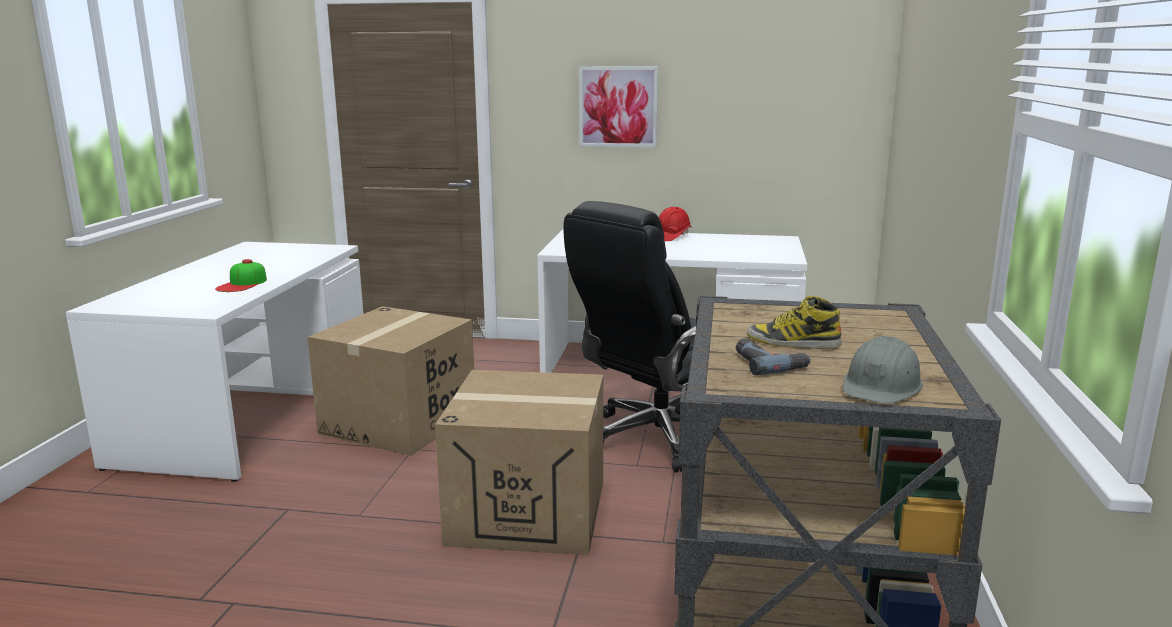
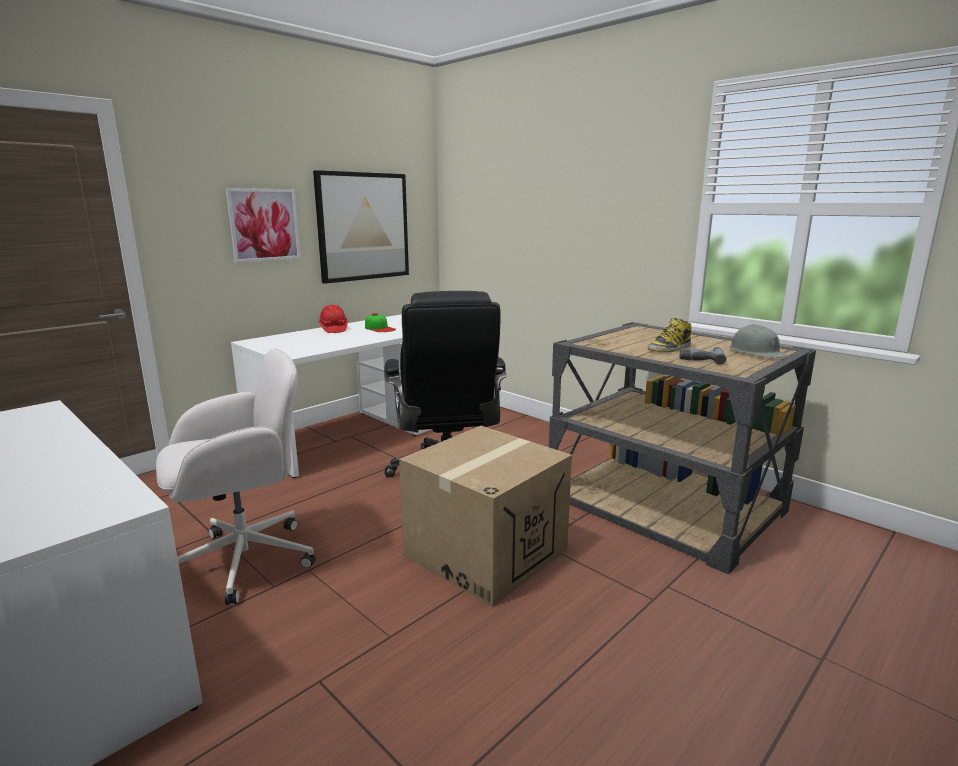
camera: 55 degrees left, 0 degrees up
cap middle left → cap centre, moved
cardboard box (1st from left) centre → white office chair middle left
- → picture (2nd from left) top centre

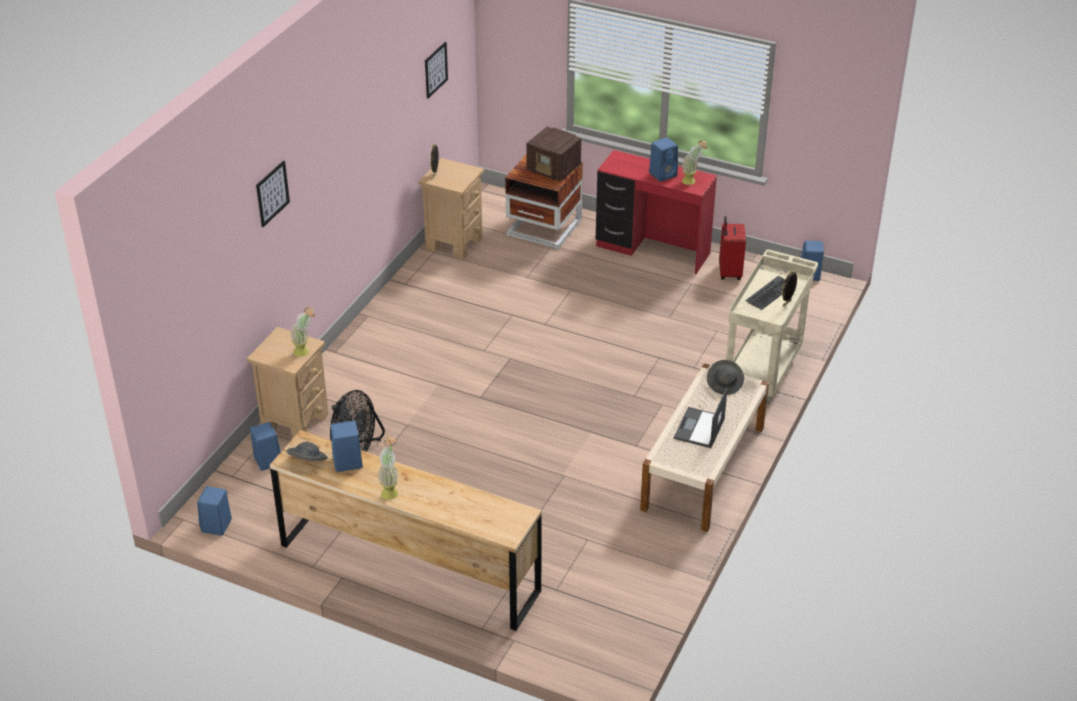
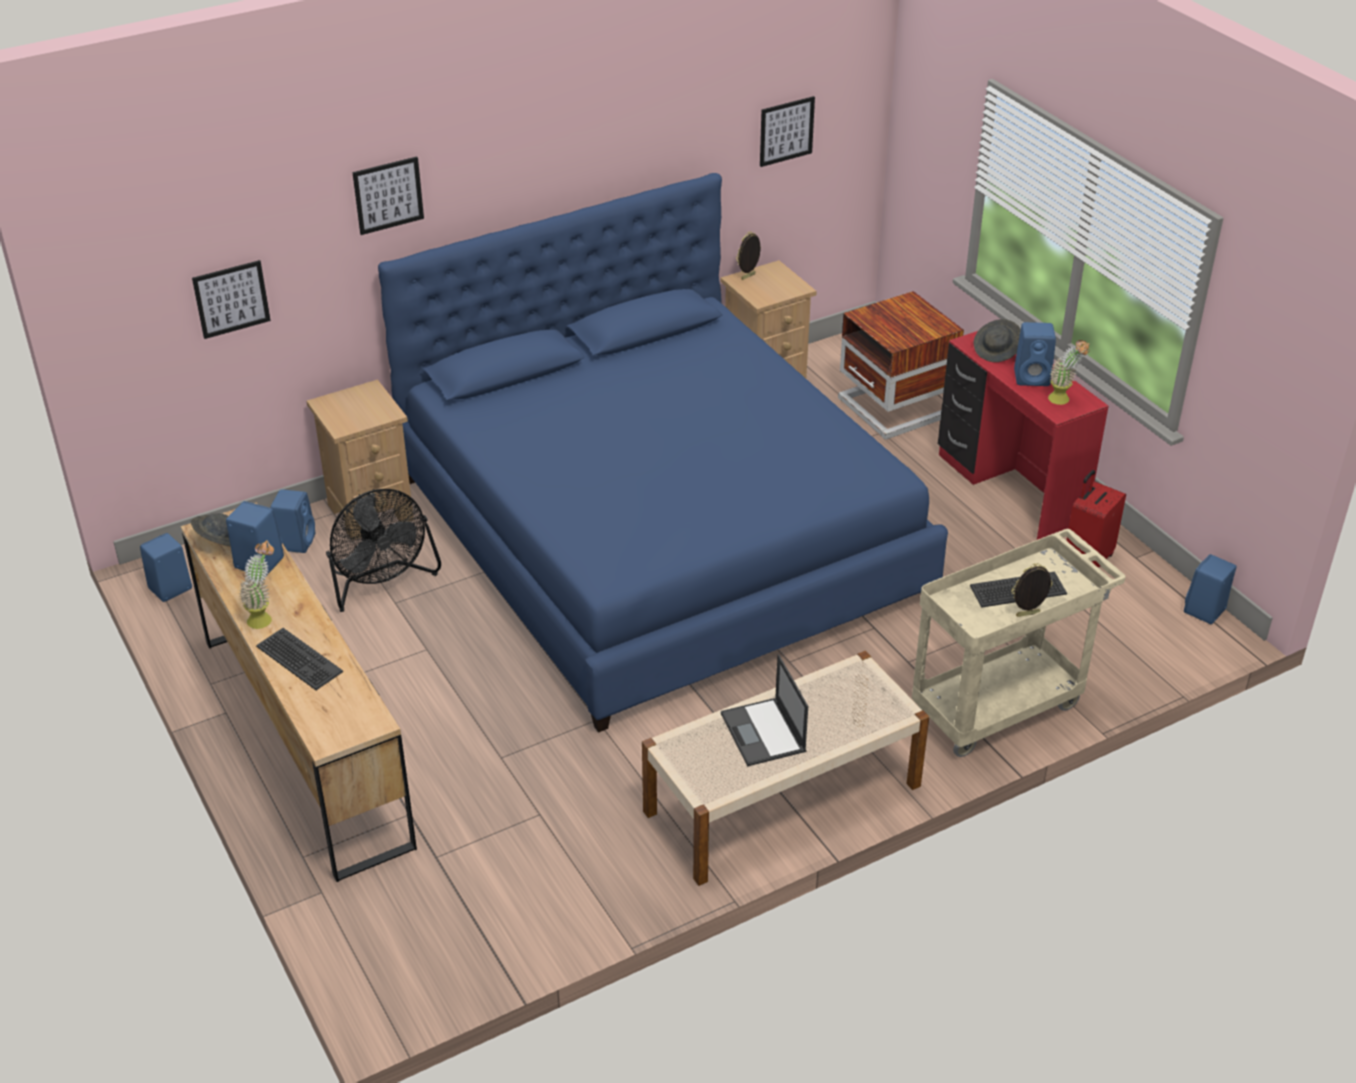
camera: 35 degrees right, 0 degrees up
potted plant (1st from left) middle left → -
radio top centre → -
laptop centre, 75 degrees counterclockwise
grey hat (2nd from left) middle right → grey hat (2nd from left) top right, moved
- → picture (1st from left) top left
- → keyboard (1st from left) middle left
- → blue bed centre

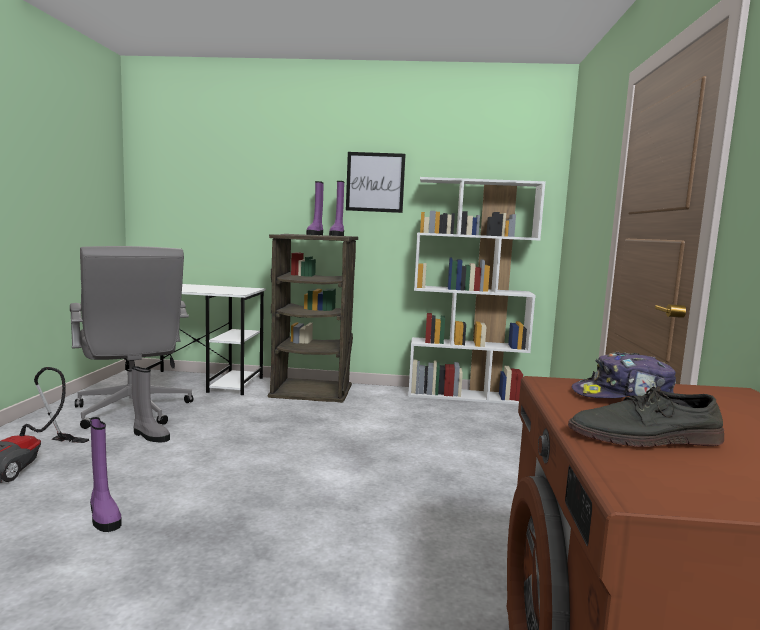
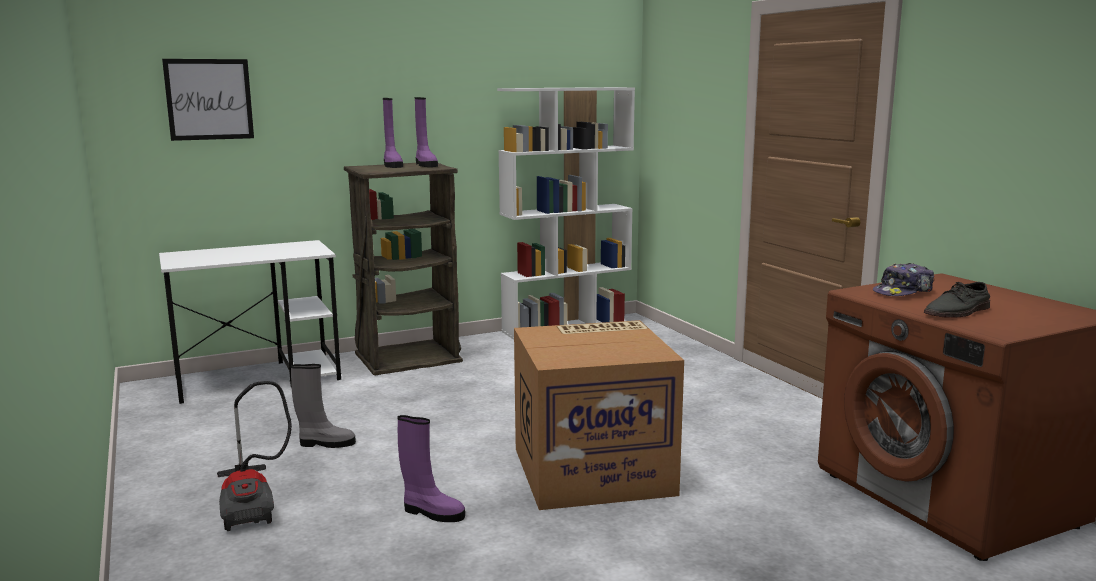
camera: 30 degrees left, 5 degrees up
grey office chair middle left → -
picture top centre → picture top left, moved
- → cardboard box bottom centre

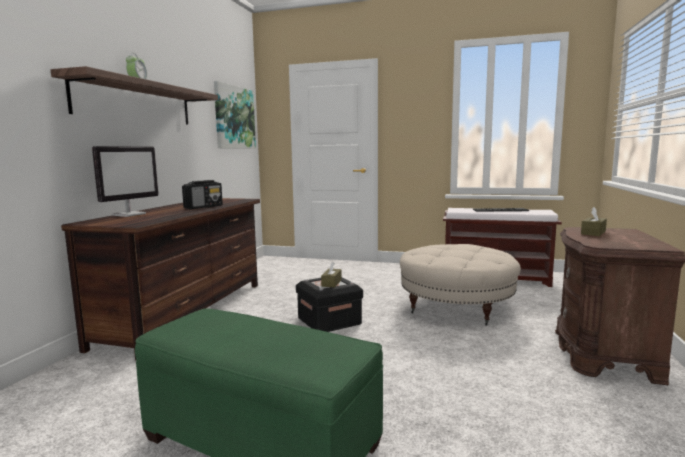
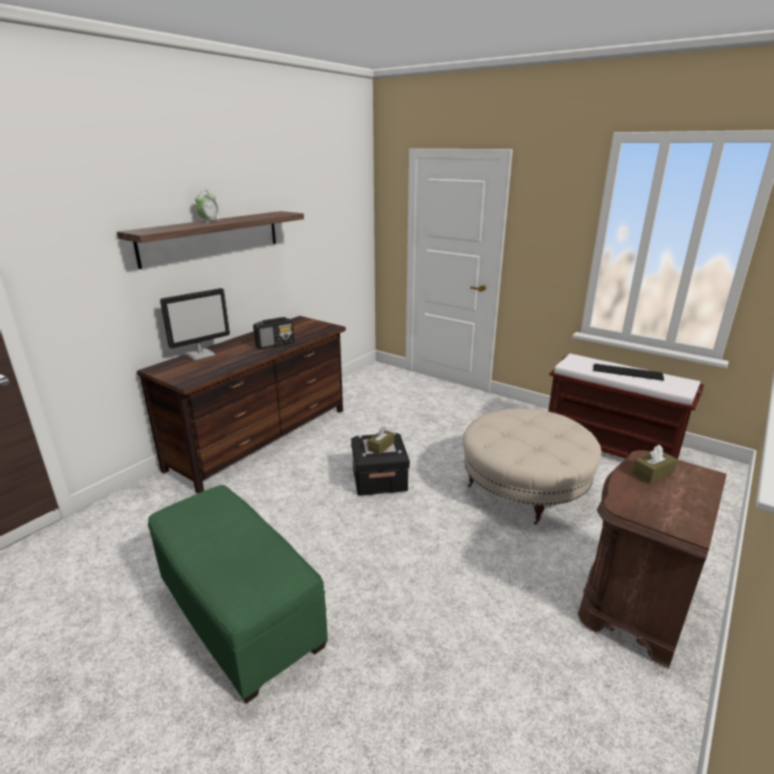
camera: 20 degrees right, 15 degrees up
picture top centre → -

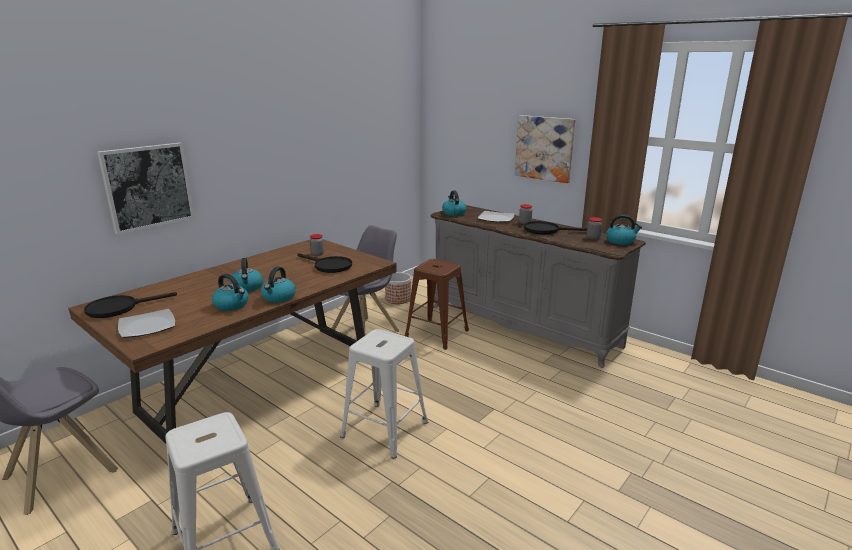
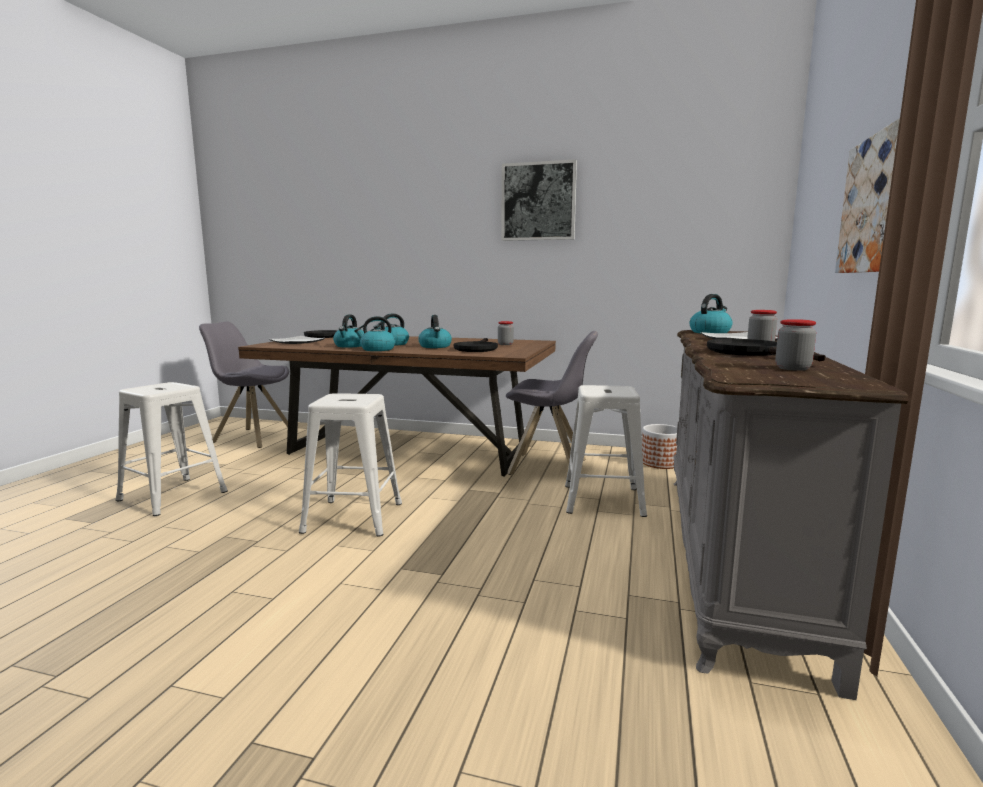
camera: 65 degrees right, 10 degrees down
picture (1st from left) middle left → picture (1st from left) top centre, moved
brown stool centre → white stool (3rd from left) centre
kettle (5th from left in the first image) middle right → kettle (4th from left) centre, moved

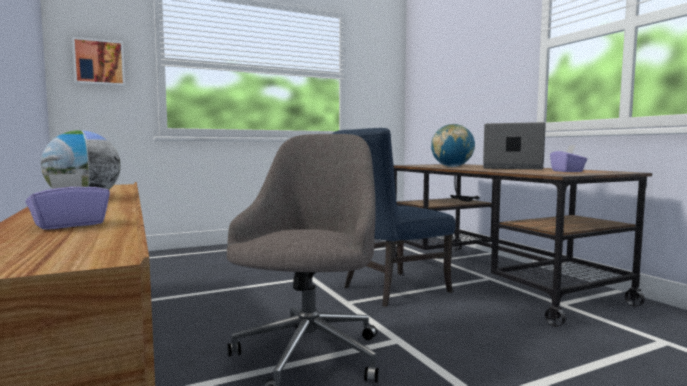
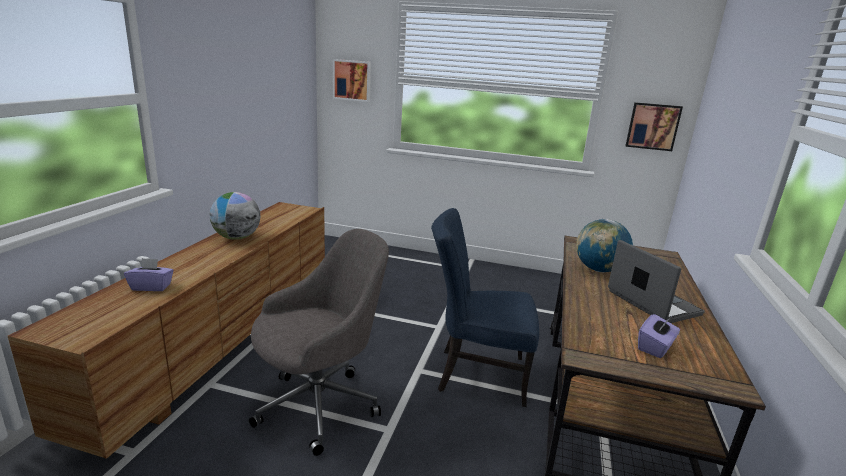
camera: 40 degrees right, 15 degrees up
- → picture (2nd from left) top right

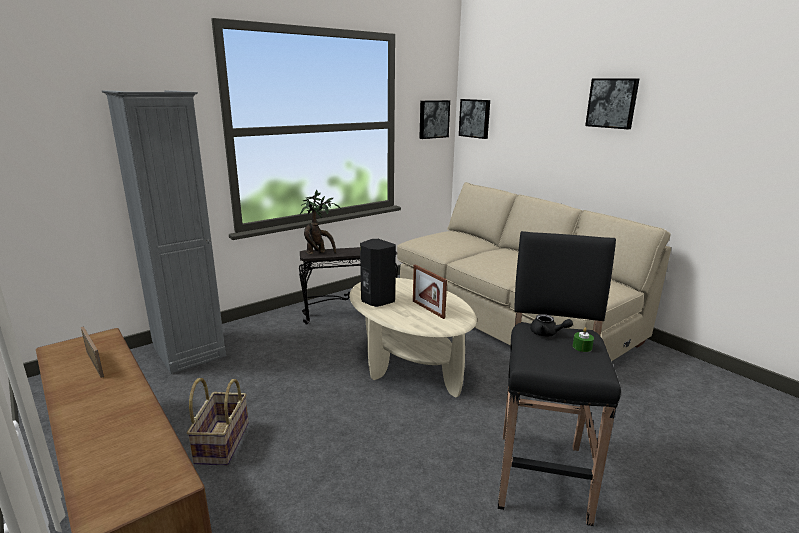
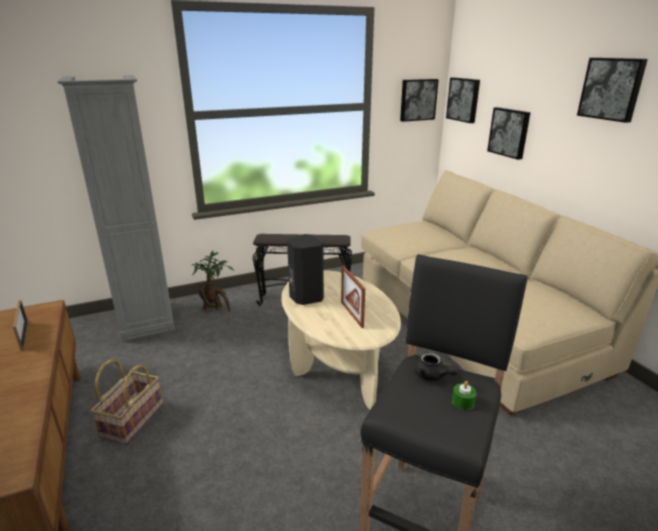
camera: 15 degrees right, 5 degrees up
potted plant centre → potted plant middle left, moved
- → picture (3rd from left) top right

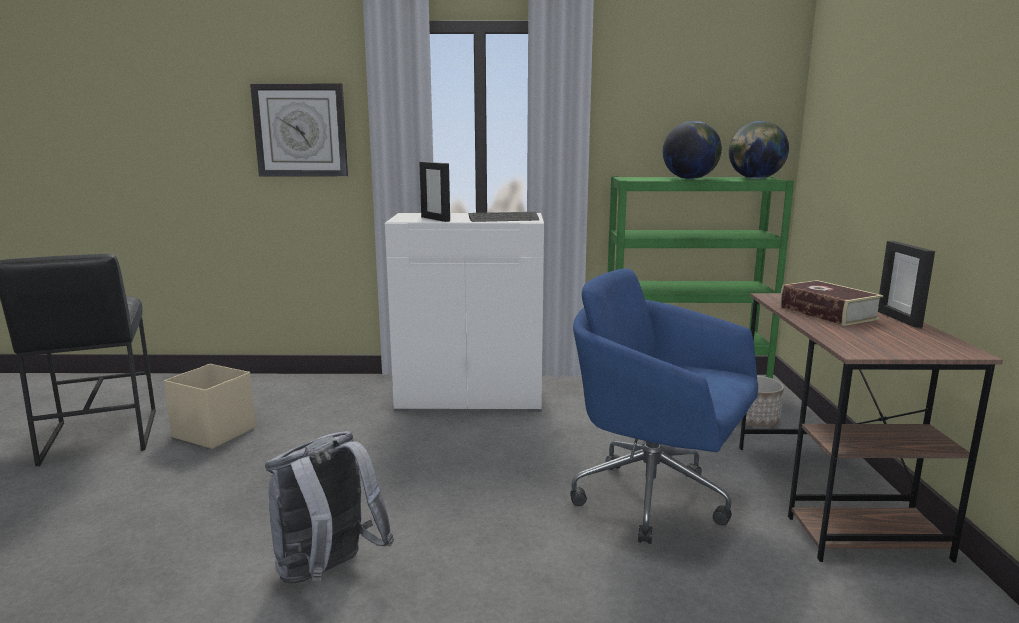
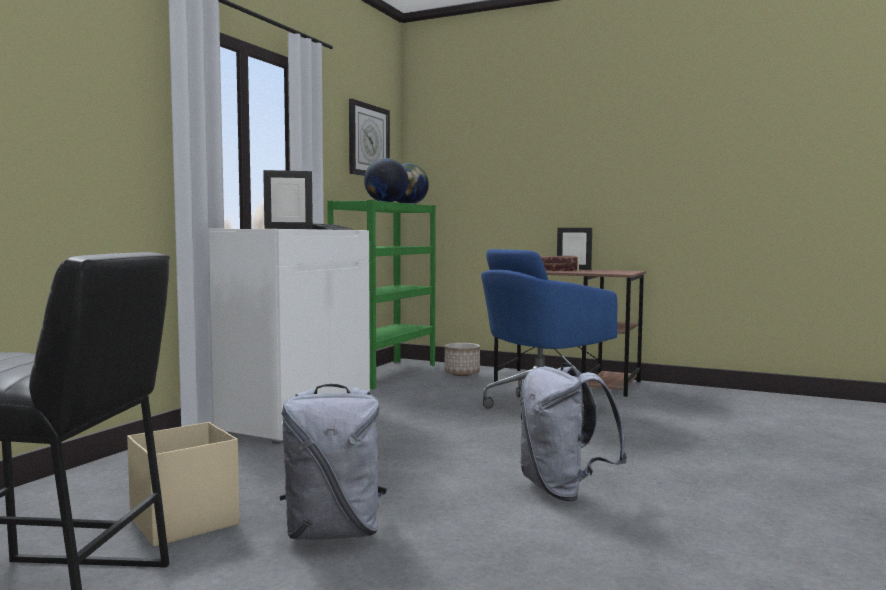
camera: 65 degrees left, 10 degrees down
wall clock top left → wall clock top centre, moved
- → grey backpack (1st from left) bottom centre

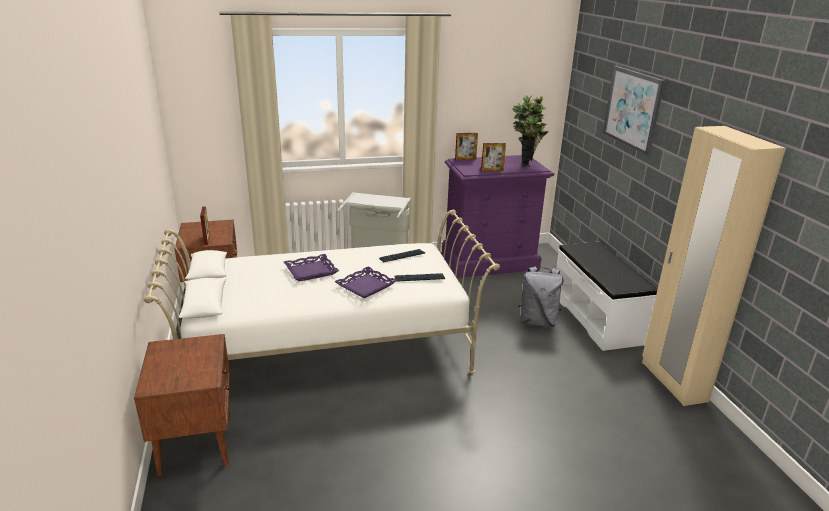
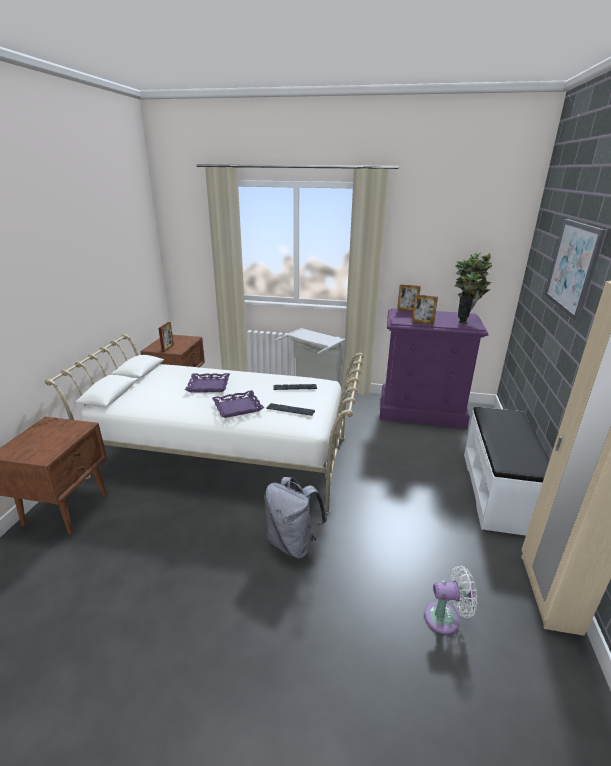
camera: 25 degrees right, 0 degrees up
grey backpack centre → grey backpack bottom centre, moved
- → white fan bottom right

